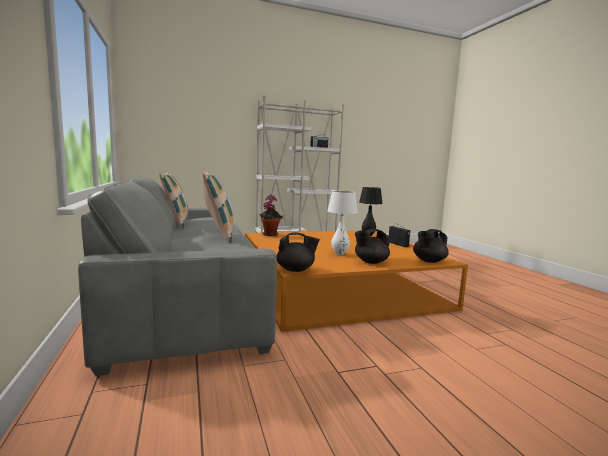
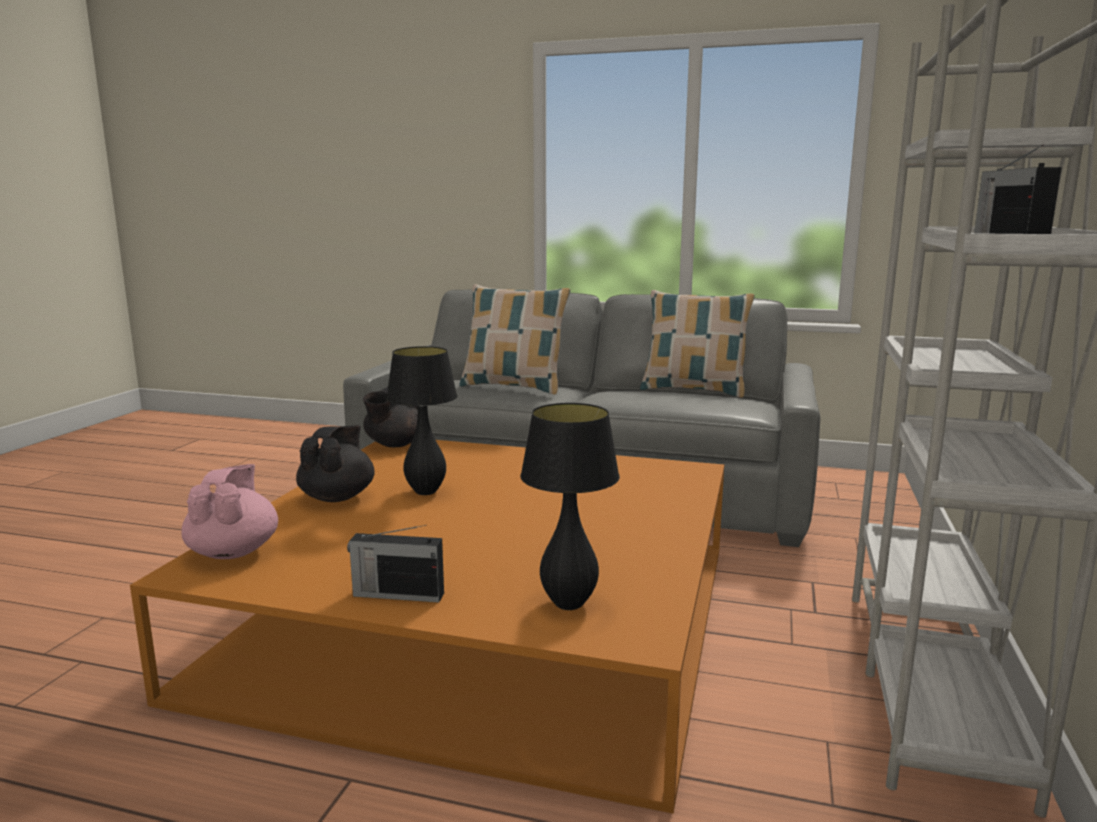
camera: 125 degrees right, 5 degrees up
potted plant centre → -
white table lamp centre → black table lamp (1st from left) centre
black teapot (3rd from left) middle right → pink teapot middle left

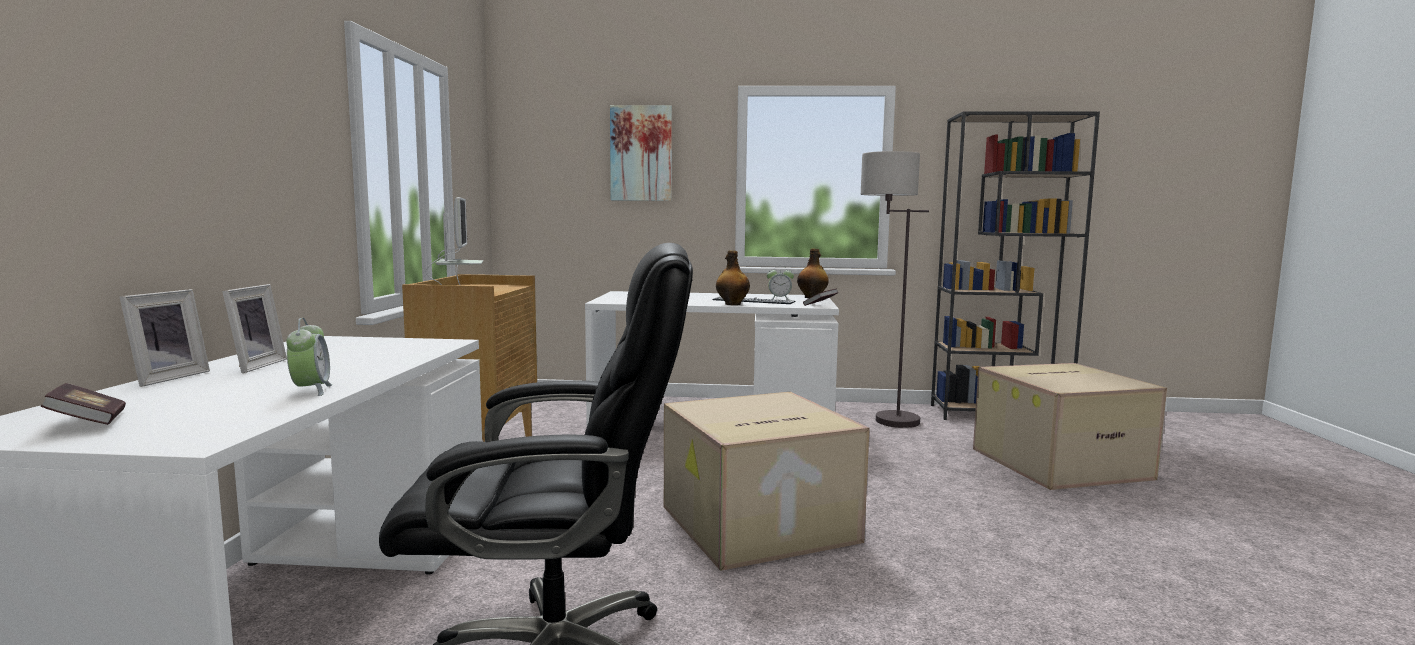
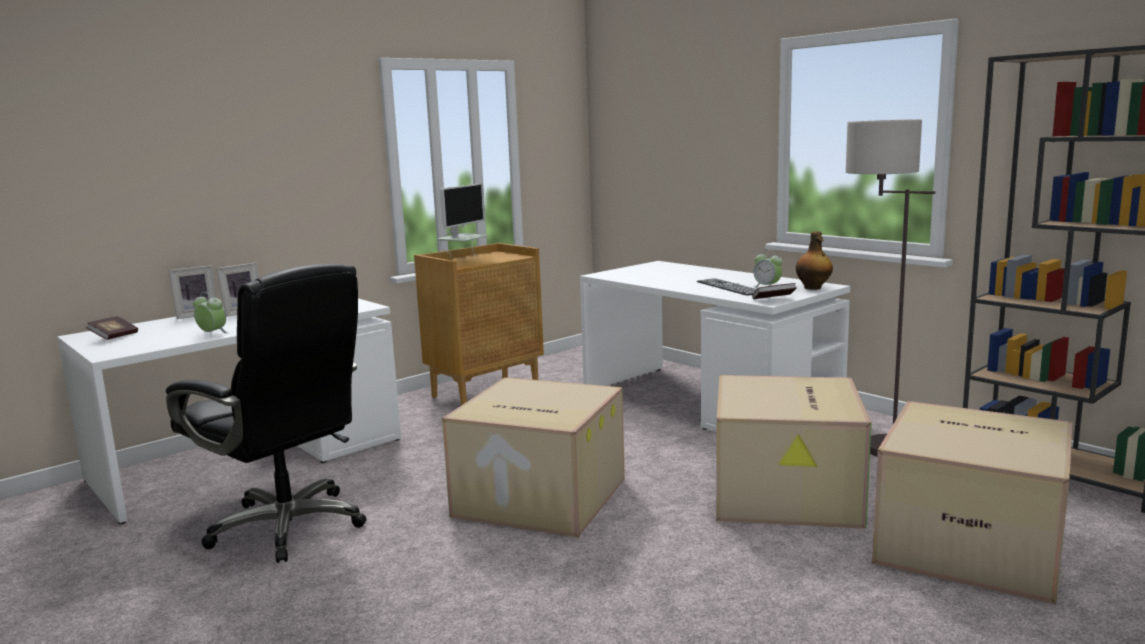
camera: 45 degrees right, 5 degrees up
alarm clock (1st from left) middle left, 90 degrees counterclockwise
picture top centre → -
bottle (1st from left) centre → -
- → cardboard box (2nd from left) bottom right

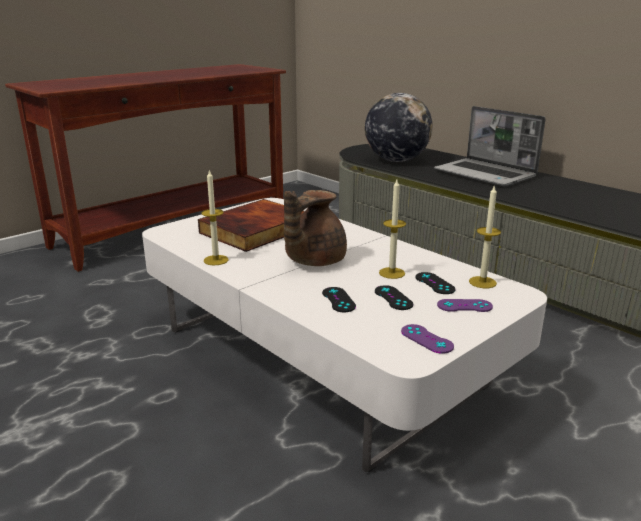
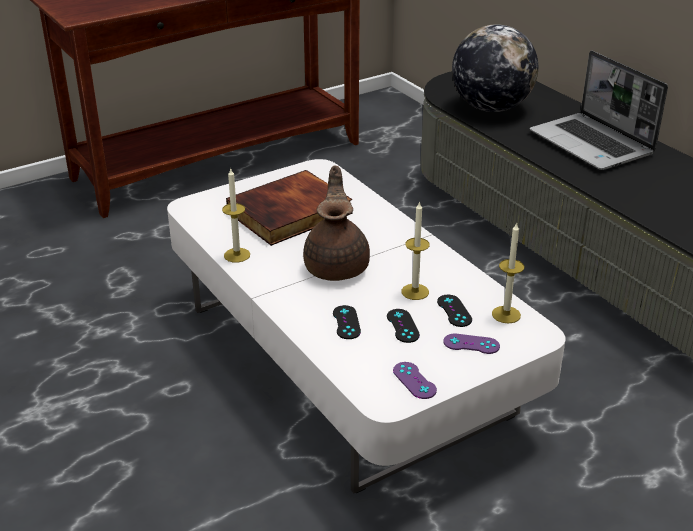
camera: 10 degrees right, 10 degrees up
brown teapot centre, 135 degrees clockwise

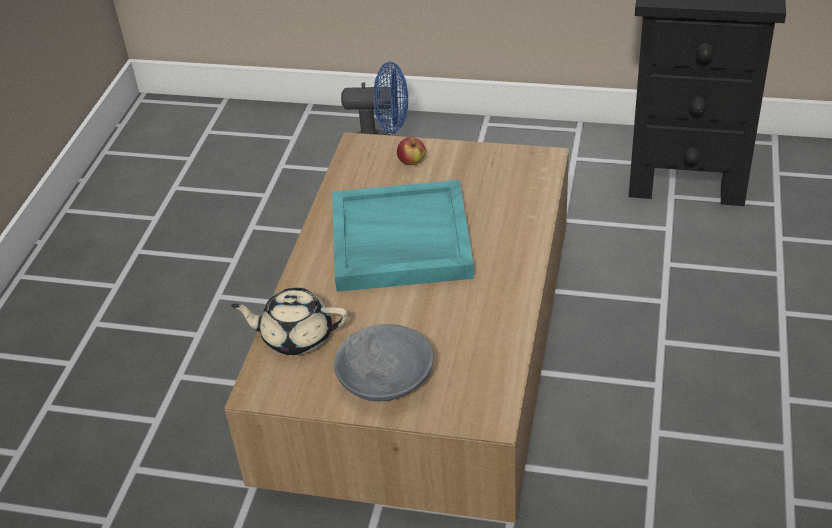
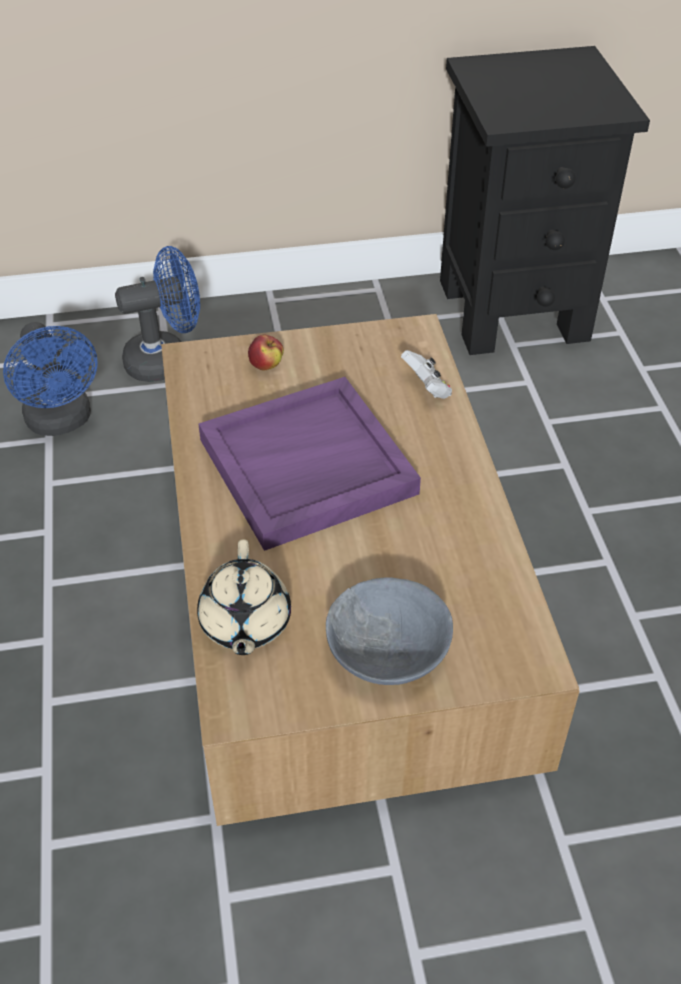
camera: 25 degrees left, 5 degrees up
beige teapot centre, 75 degrees counterclockwise
turquoise tray centre → purple tray centre
- → blue fan (1st from left) middle left
- → white game controller centre

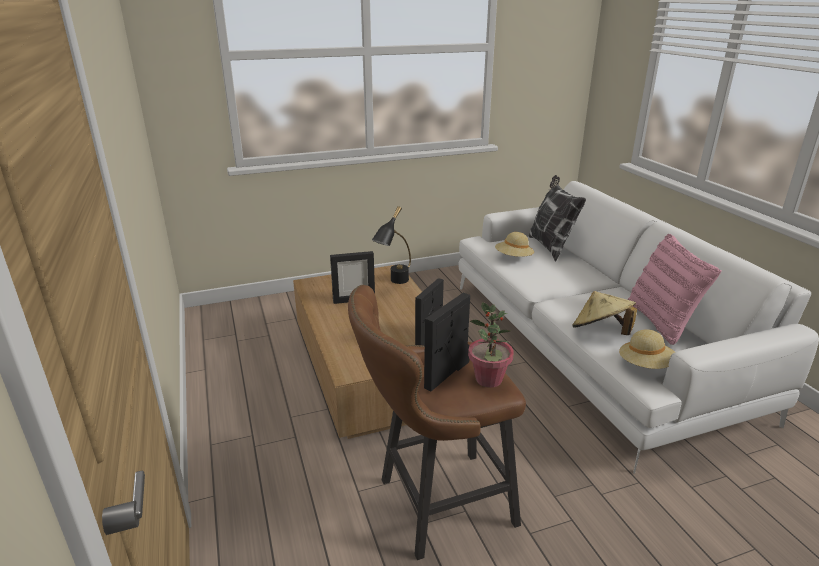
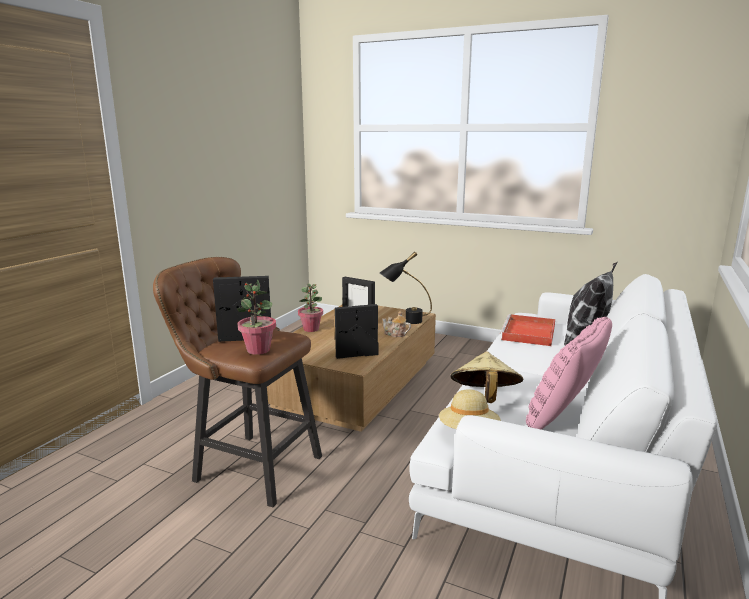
camera: 45 degrees right, 10 degrees down
beige hat (1st from left) centre → red tray middle right
- → potted plant (2nd from left) centre
- → teapot centre

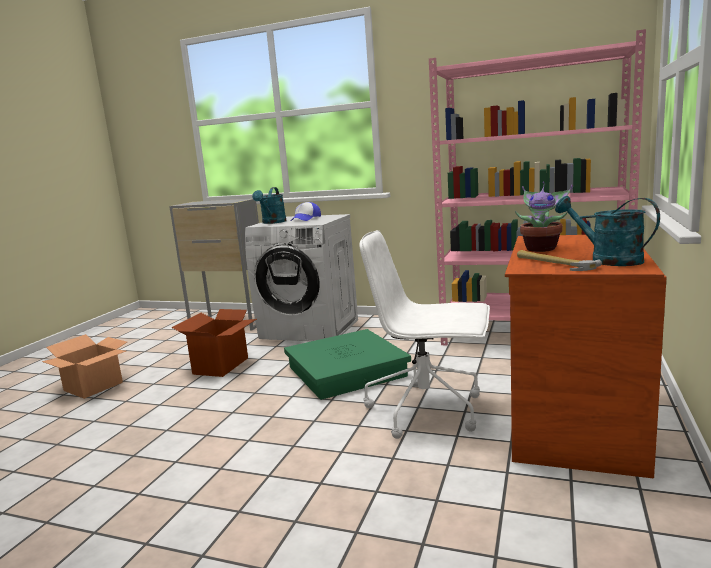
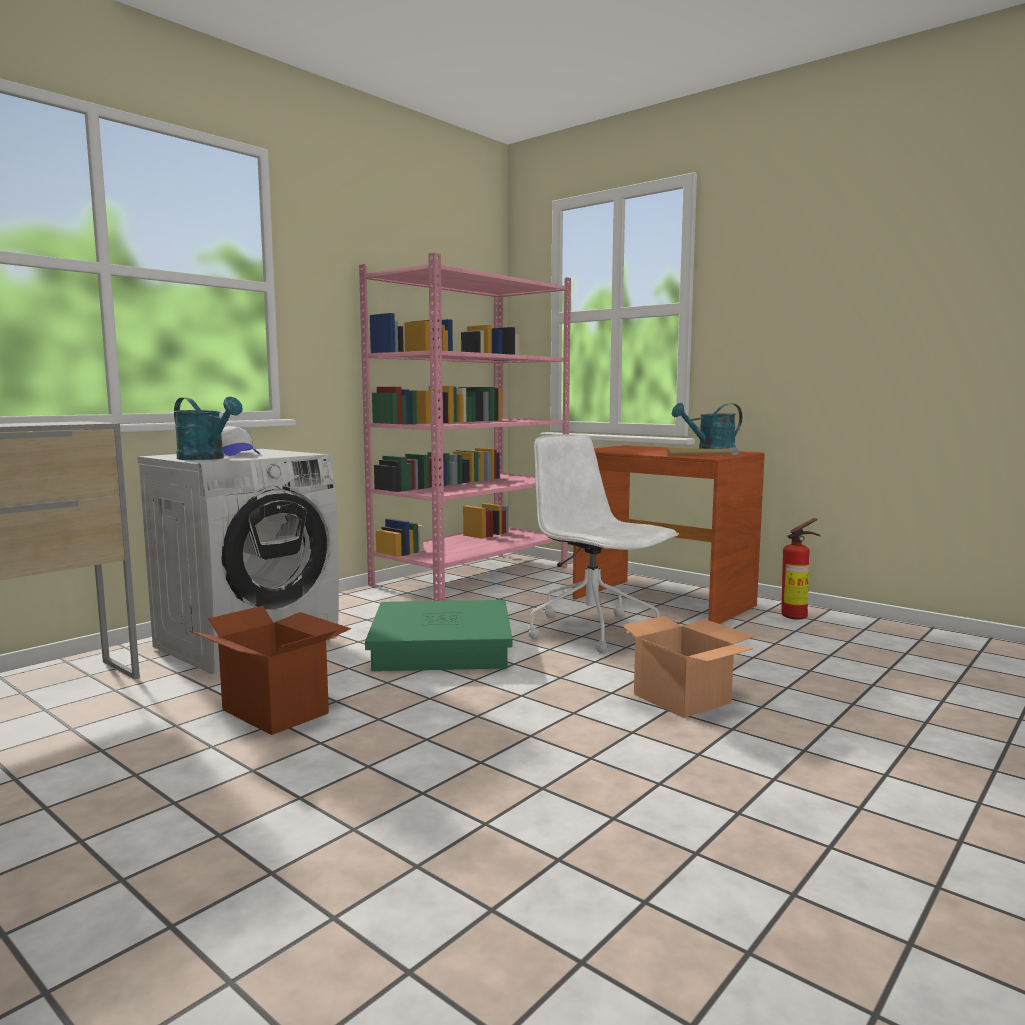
camera: 70 degrees left, 5 degrees down
cardboard box (1st from left in the first image) middle left → cardboard box (2nd from left) middle right, moved
white office chair centre, 105 degrees clockwise
potted plant middle right → -
- → fire extinguisher middle right

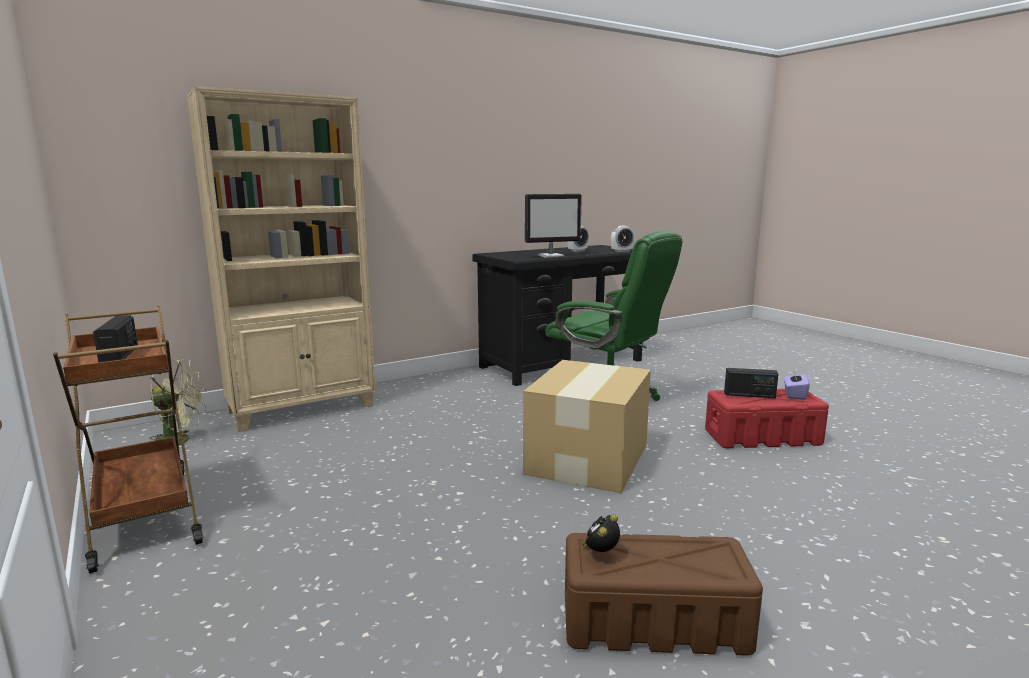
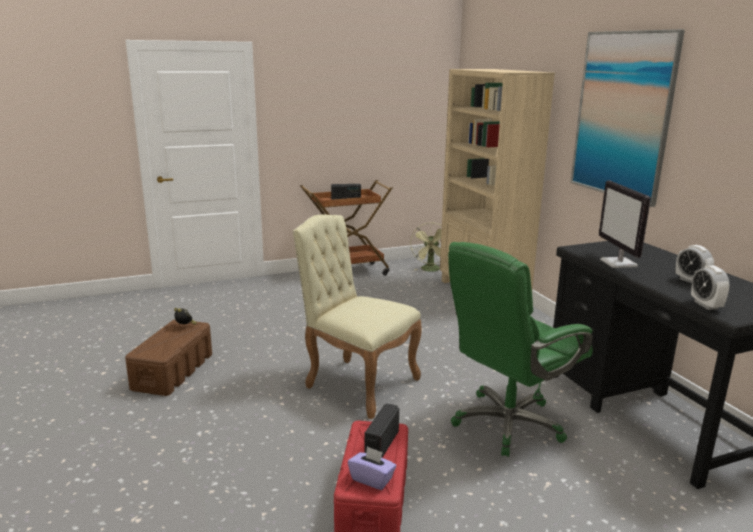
camera: 100 degrees right, 5 degrees up
cardboard box centre → beige chair centre
- → picture top right

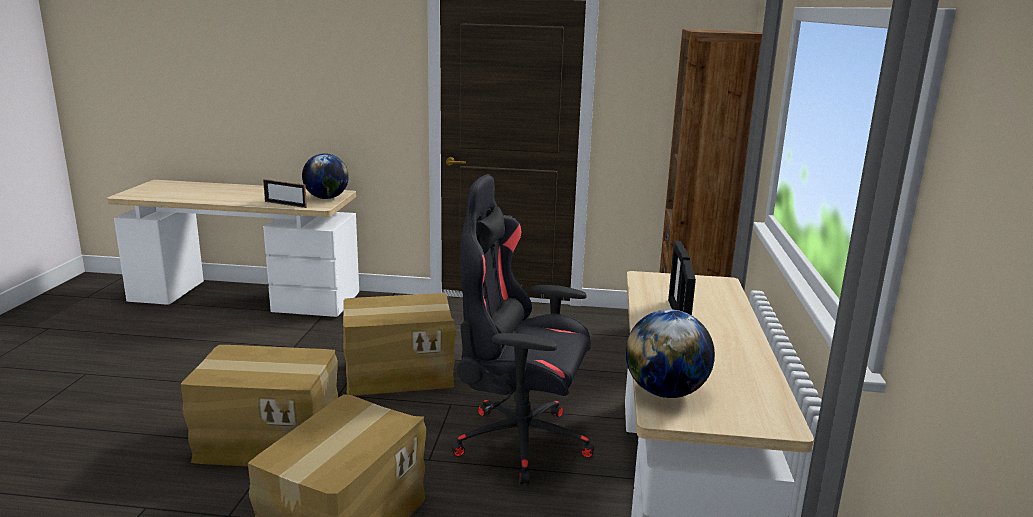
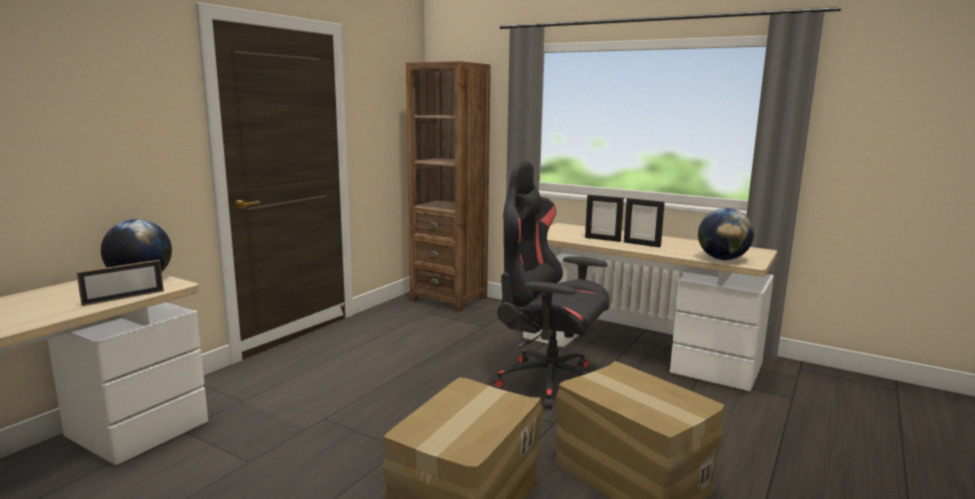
camera: 65 degrees left, 5 degrees down
cardboard box (3rd from left) centre → -
black office chair centre, 75 degrees clockwise

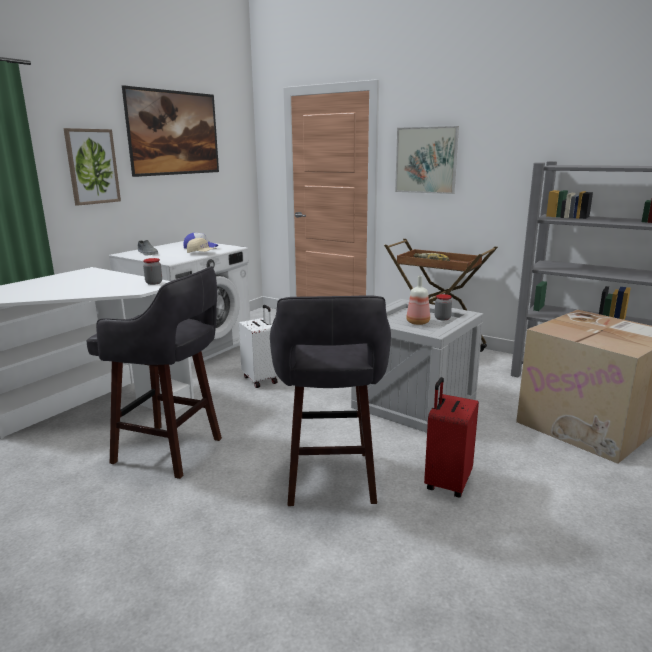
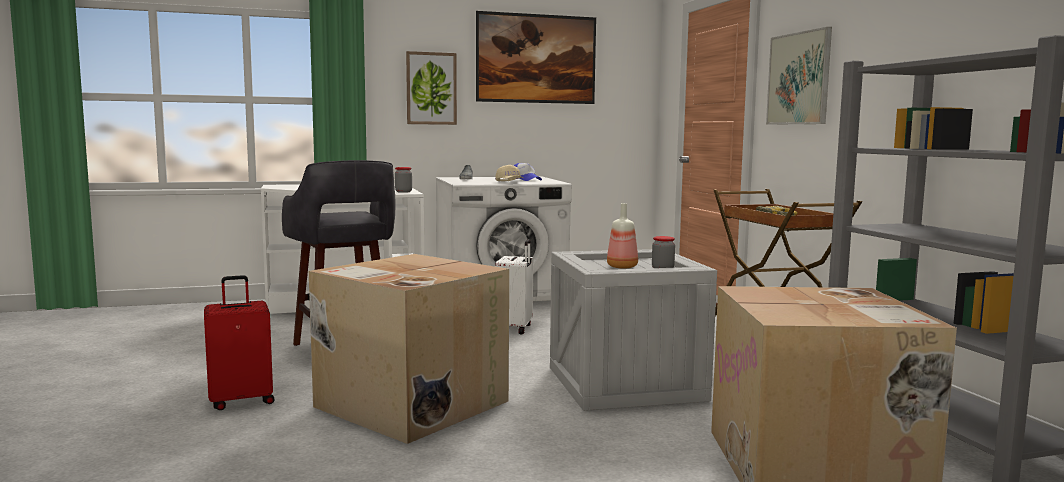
camera: 40 degrees right, 10 degrees down
grey stool (2nd from left) centre → cardboard box (1st from left) bottom centre
red suitcase bottom right → red suitcase bottom left, moved

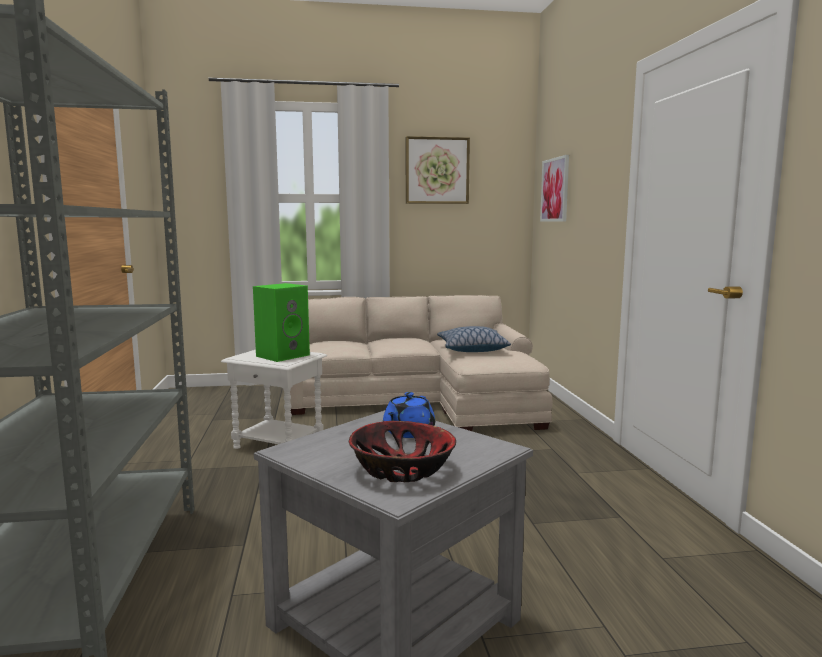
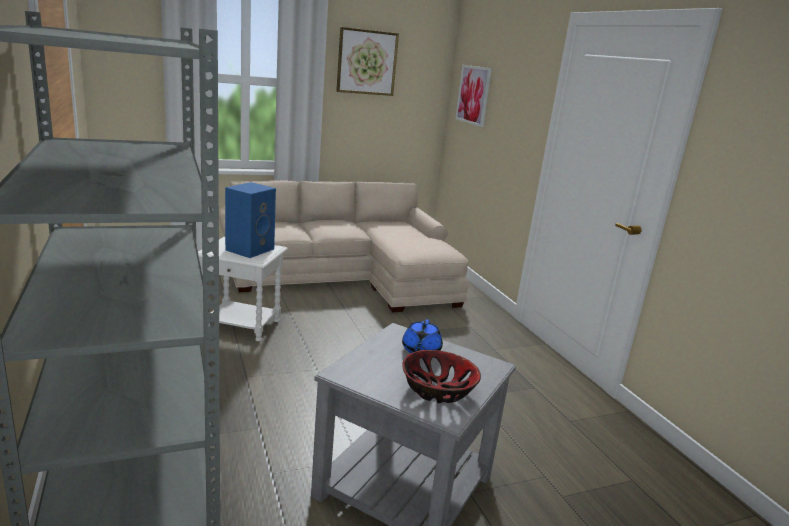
camera: 15 degrees left, 10 degrees up
green speaker centre → blue speaker middle left
pillow centre → -

